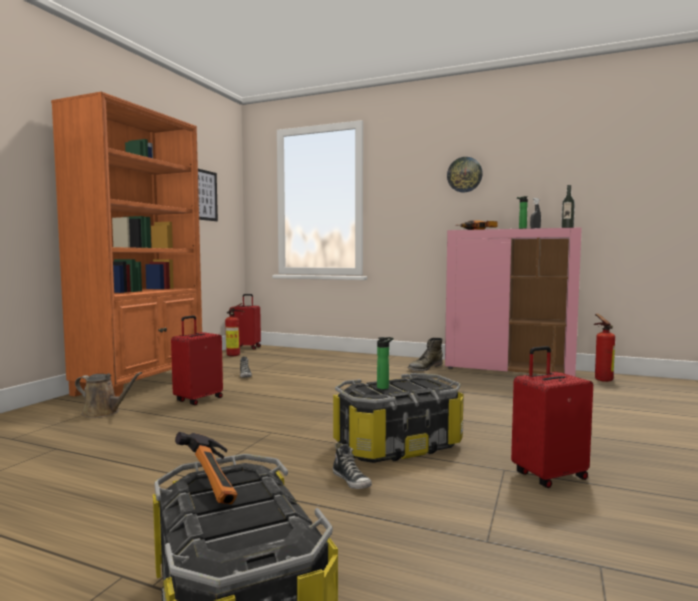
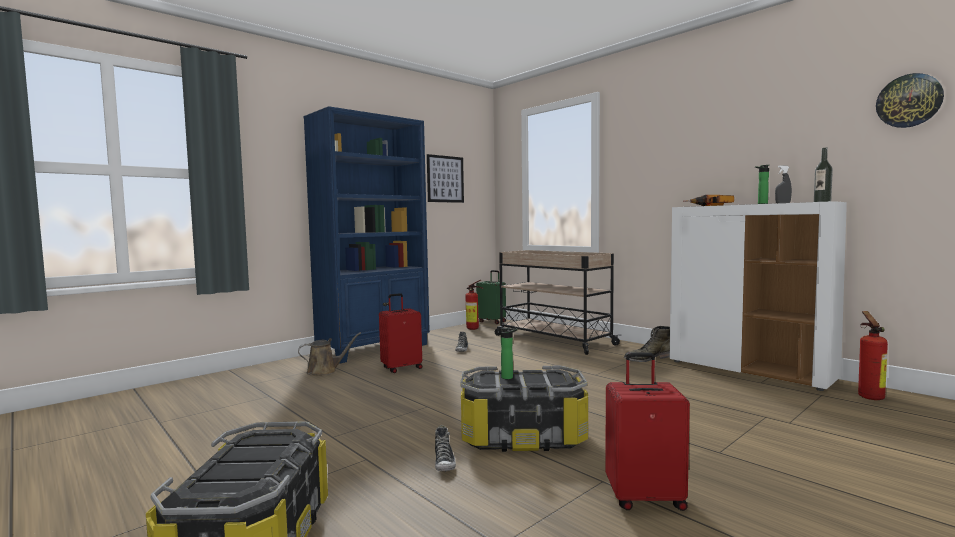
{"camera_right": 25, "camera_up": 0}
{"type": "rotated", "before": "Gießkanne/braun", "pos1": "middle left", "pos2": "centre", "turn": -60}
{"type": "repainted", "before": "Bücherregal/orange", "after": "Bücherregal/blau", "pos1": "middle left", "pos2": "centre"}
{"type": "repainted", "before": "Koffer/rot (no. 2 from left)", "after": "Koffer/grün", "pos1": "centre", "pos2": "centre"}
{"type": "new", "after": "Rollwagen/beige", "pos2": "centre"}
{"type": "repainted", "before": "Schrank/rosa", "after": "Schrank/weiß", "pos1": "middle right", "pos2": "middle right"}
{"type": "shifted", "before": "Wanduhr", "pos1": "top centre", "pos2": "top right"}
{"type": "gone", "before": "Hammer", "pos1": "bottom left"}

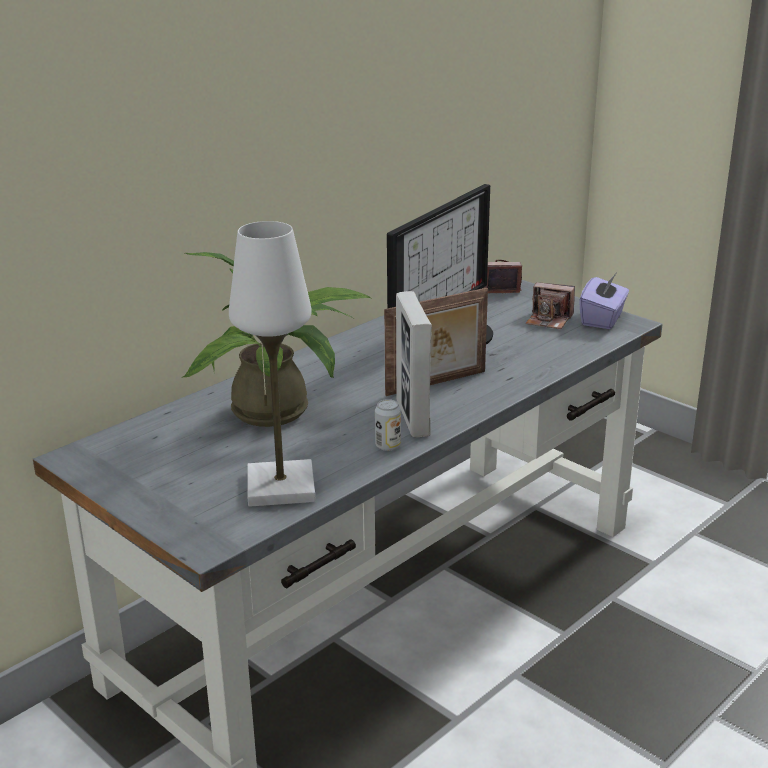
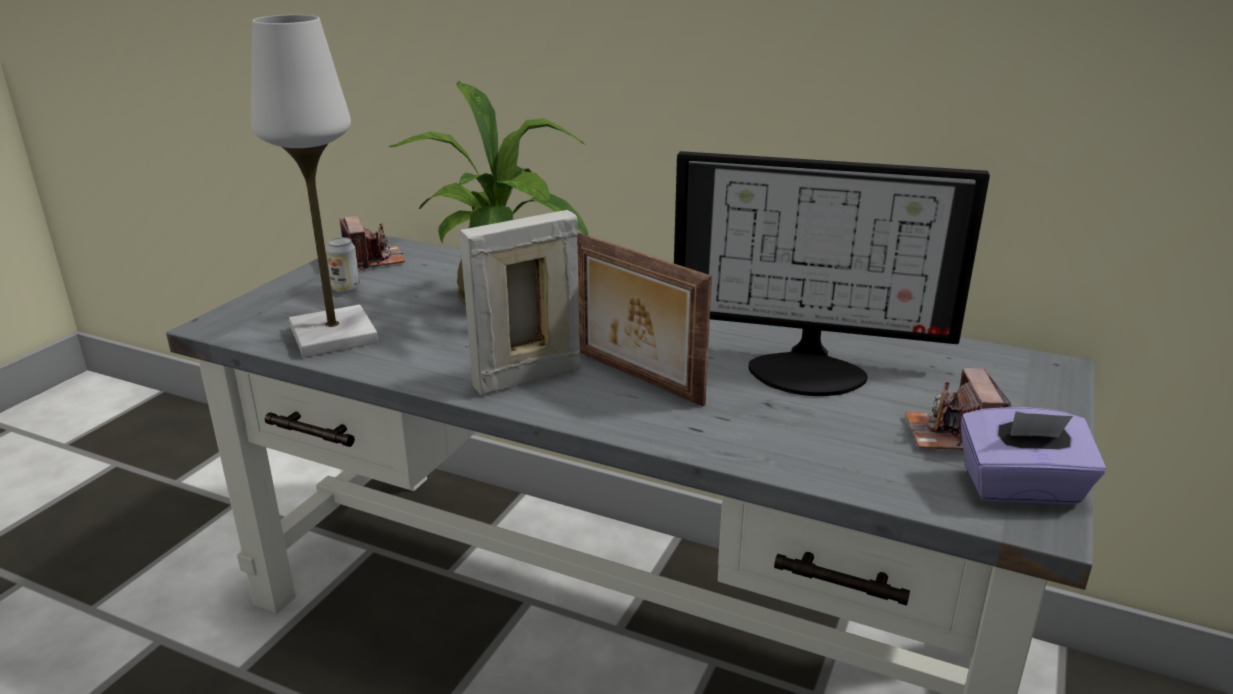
{"camera_right": 70, "camera_up": 0}
{"type": "shifted", "before": "Dose", "pos1": "centre", "pos2": "middle left"}
{"type": "shifted", "before": "Kamera (no. 1 from left)", "pos1": "centre", "pos2": "middle left"}

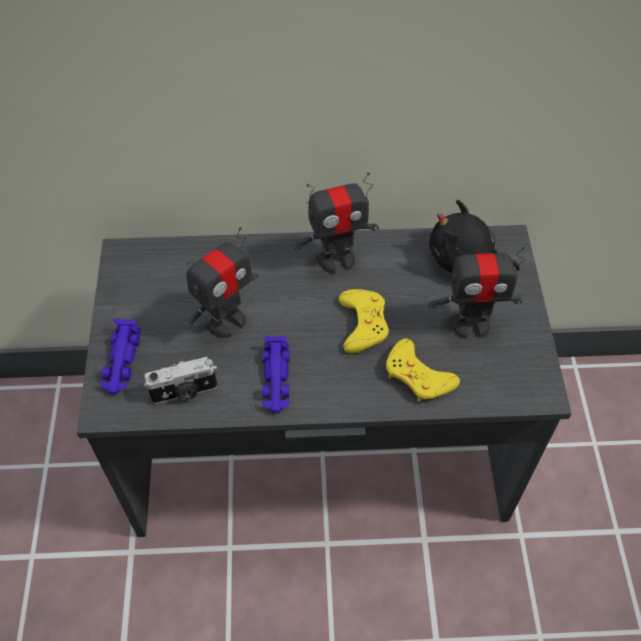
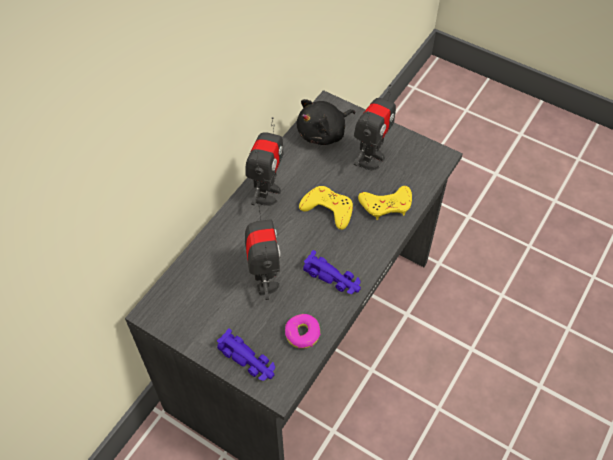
{"camera_right": -55, "camera_up": 0}
{"type": "swapped", "before": "Kamera", "after": "Donut", "pos1": "middle left", "pos2": "bottom centre"}

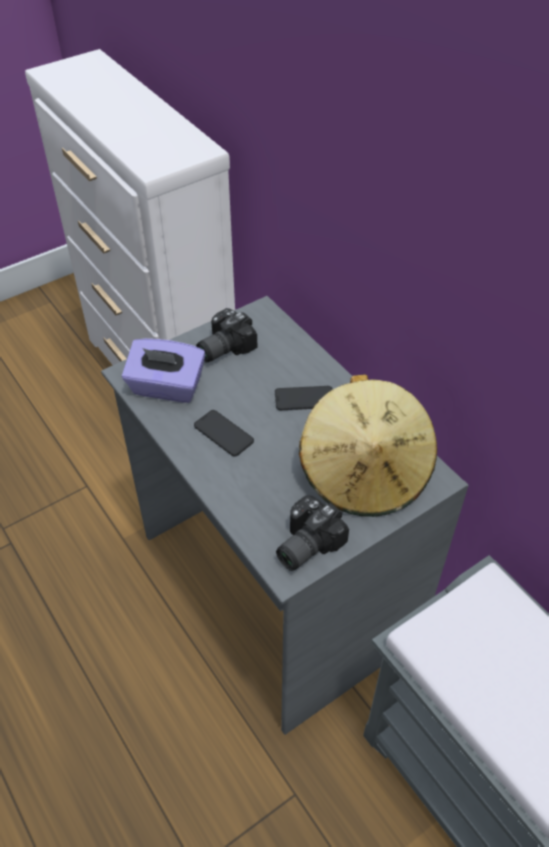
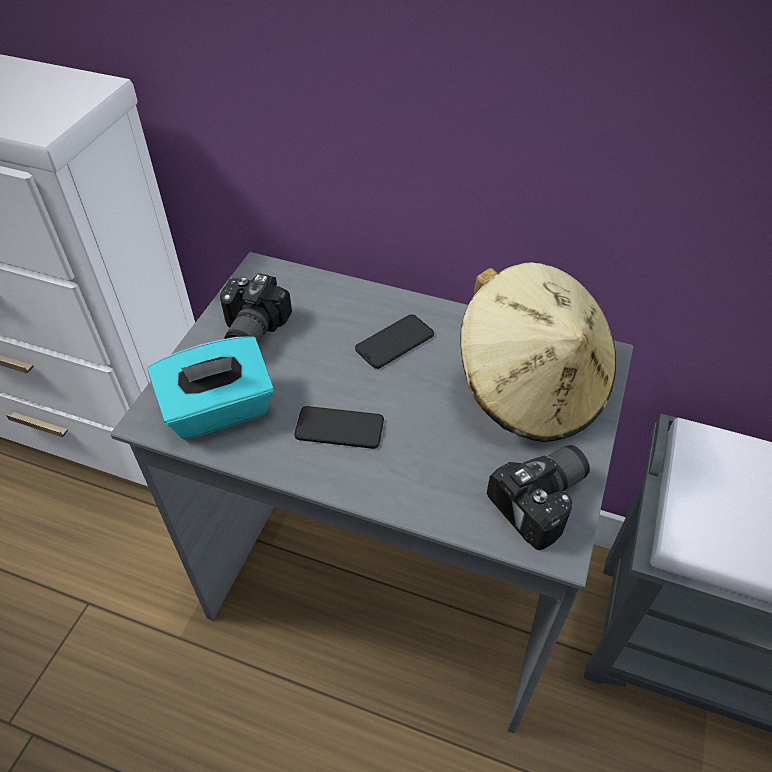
{"camera_right": -35, "camera_up": 0}
{"type": "repainted", "before": "Taschentuchbox/lila", "after": "Taschentuchbox/türkis", "pos1": "middle left", "pos2": "middle left"}
{"type": "rotated", "before": "Kamera (no. 2 from left)", "pos1": "centre", "pos2": "middle right", "turn": -135}

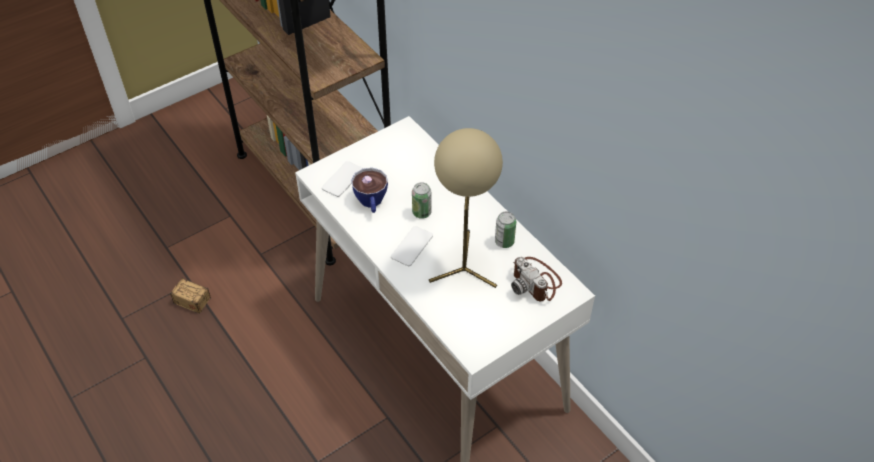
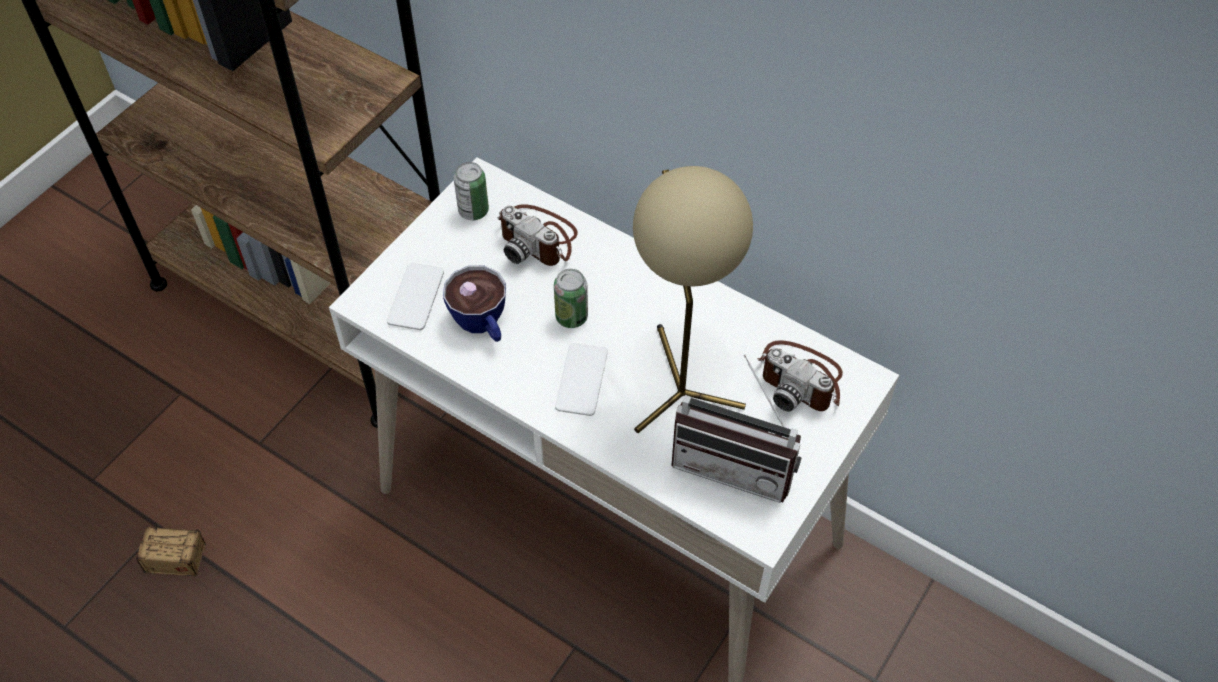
{"camera_right": -20, "camera_up": 5}
{"type": "shifted", "before": "Dose (no. 2 from left in the first image)", "after": "Dose (no. 1 from left)", "pos1": "centre", "pos2": "top centre"}
{"type": "new", "after": "Kamera (no. 1 from left)", "pos2": "centre"}
{"type": "new", "after": "Radio", "pos2": "centre"}

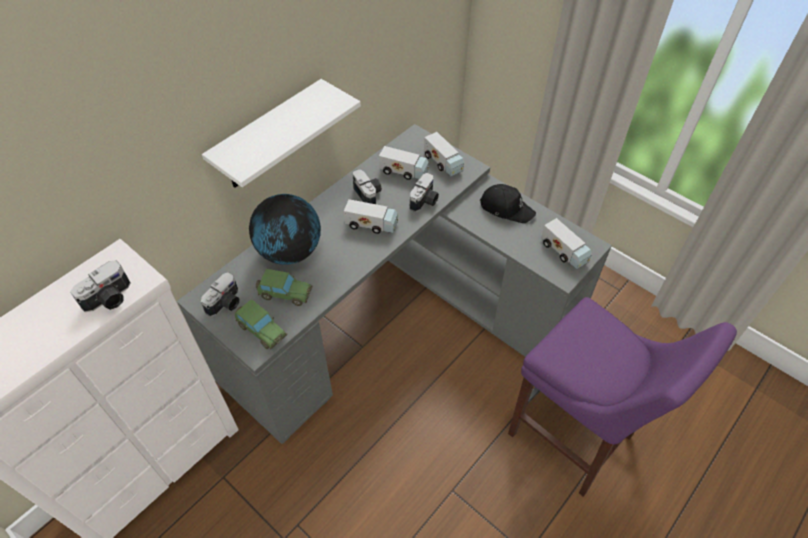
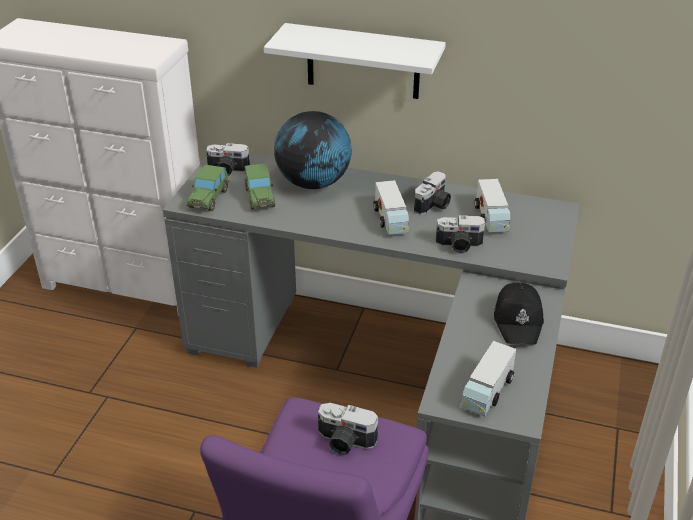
{"camera_right": 65, "camera_up": -15}
{"type": "shifted", "before": "Kamera (no. 1 from left in the first image)", "after": "Kamera (no. 2 from left)", "pos1": "middle left", "pos2": "bottom centre"}
{"type": "gone", "before": "Spielzeuglaster (no. 3 from left)", "pos1": "top centre"}

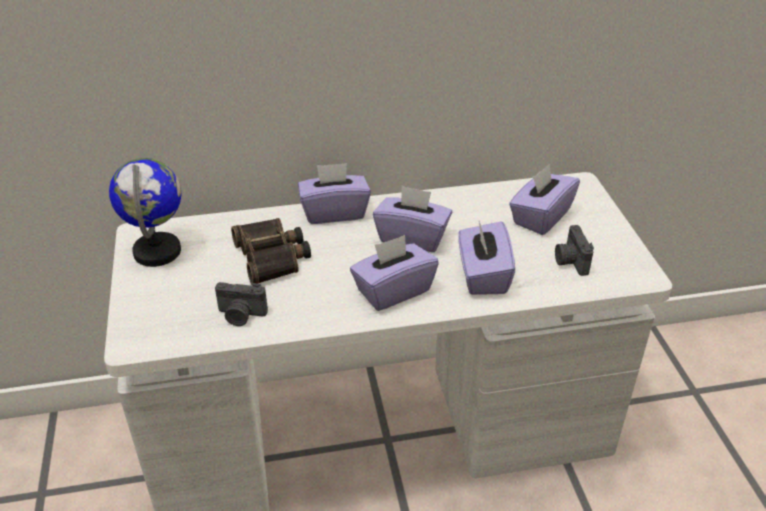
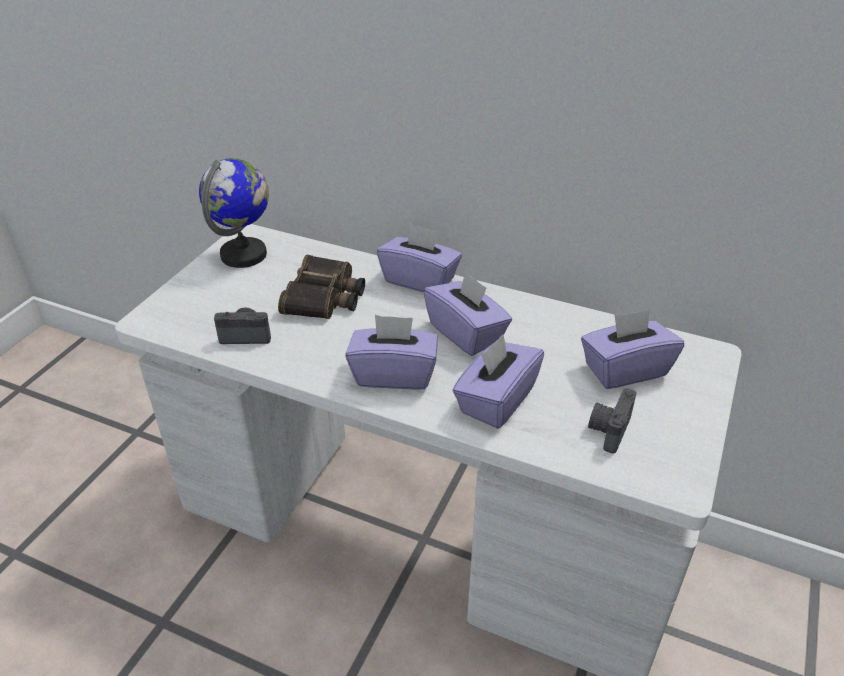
{"camera_right": 35, "camera_up": 0}
{"type": "rotated", "before": "Kamera (no. 1 from left)", "pos1": "middle left", "pos2": "middle left", "turn": 135}

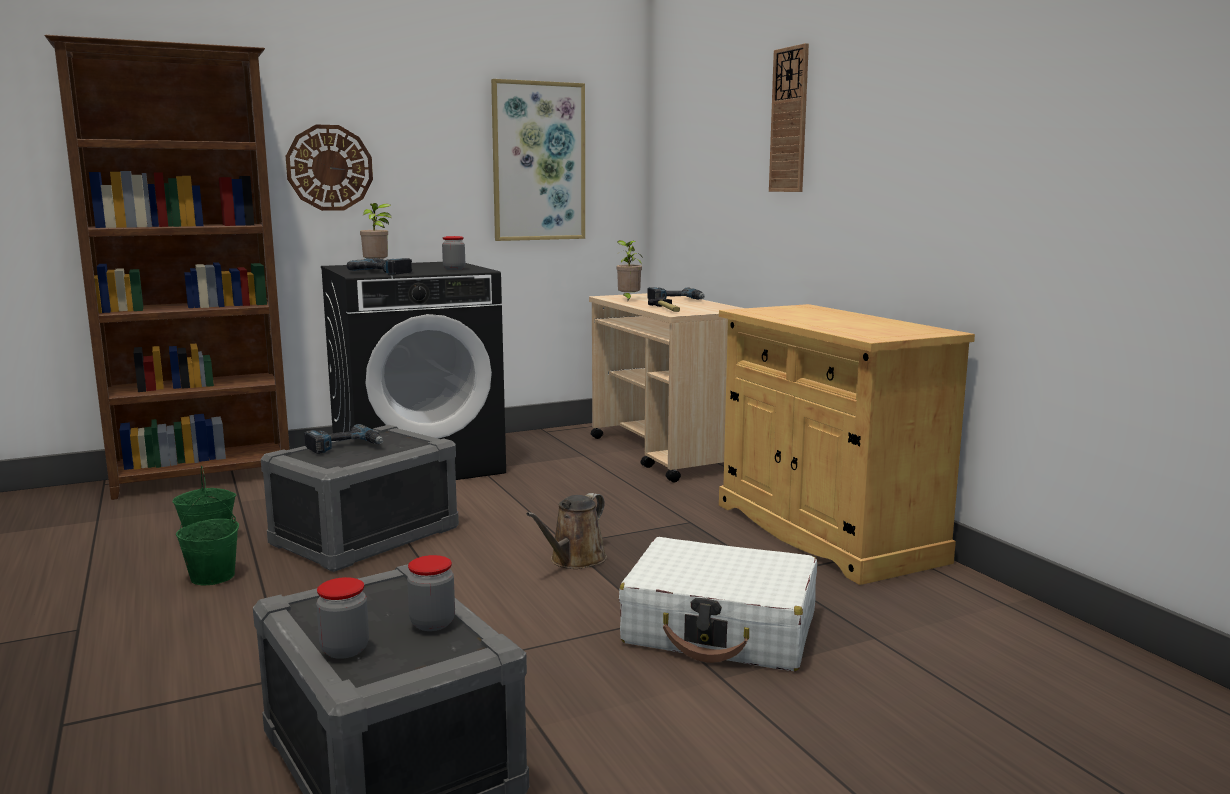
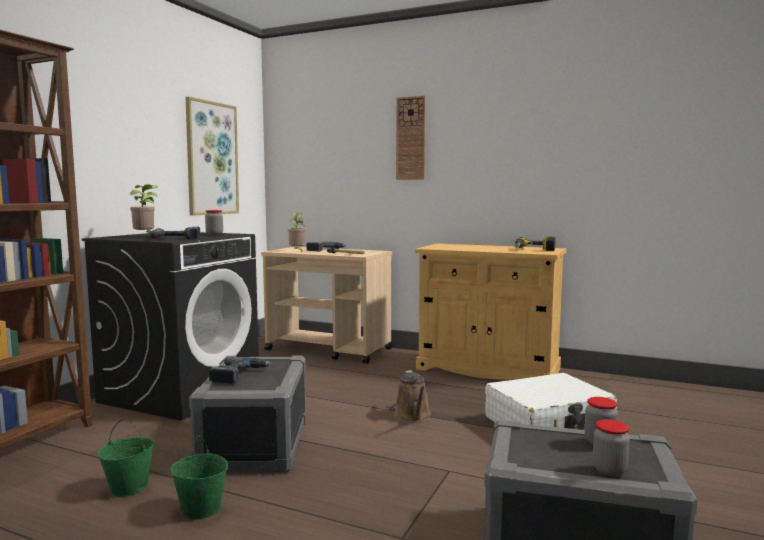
{"camera_right": -40, "camera_up": -5}
{"type": "new", "after": "Bohrmaschine (no. 4 from left)", "pos2": "middle right"}
{"type": "gone", "before": "Wanduhr (no. 1 from left)", "pos1": "top left"}

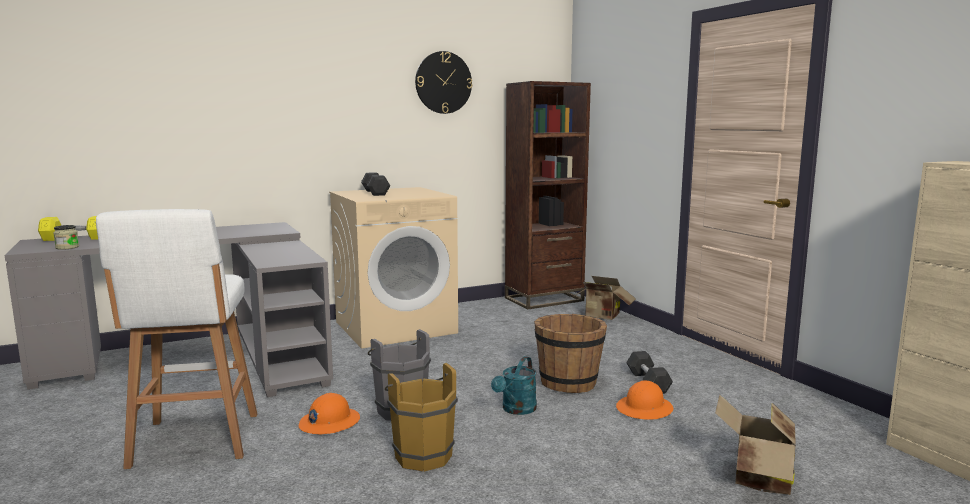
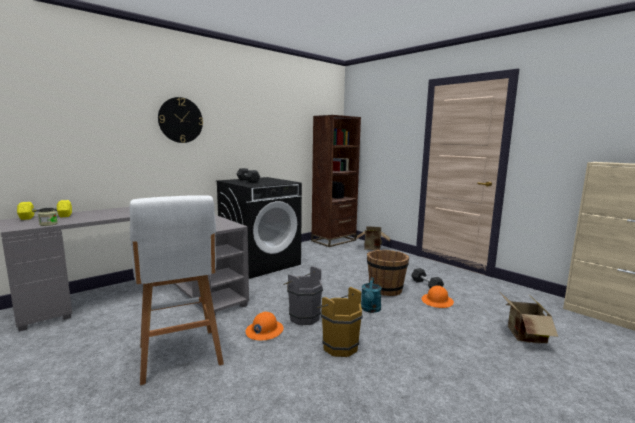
{"camera_right": -15, "camera_up": 0}
{"type": "shifted", "before": "Wanduhr", "pos1": "top centre", "pos2": "top left"}
{"type": "repainted", "before": "Waschmaschine/beige", "after": "Waschmaschine/schwarz", "pos1": "centre", "pos2": "centre"}

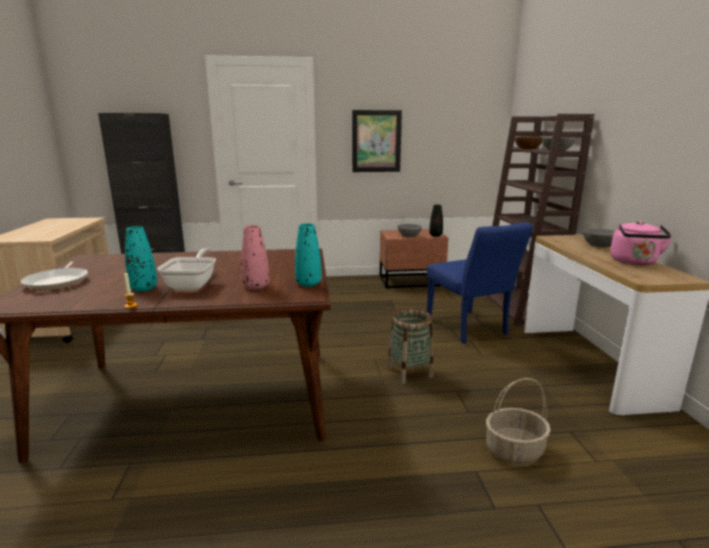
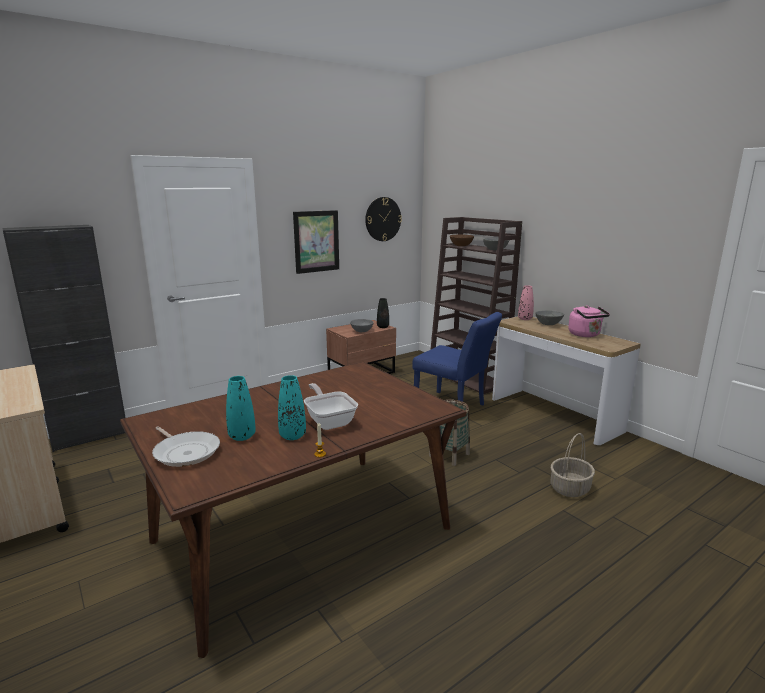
{"camera_right": -30, "camera_up": 0}
{"type": "shifted", "before": "Vase/türkis (no. 2 from left in the first image)", "after": "Vase/türkis (no. 1 from left)", "pos1": "centre", "pos2": "middle left"}
{"type": "new", "after": "Wanduhr", "pos2": "top centre"}
{"type": "shifted", "before": "Vase/rosa", "pos1": "centre", "pos2": "middle right"}

